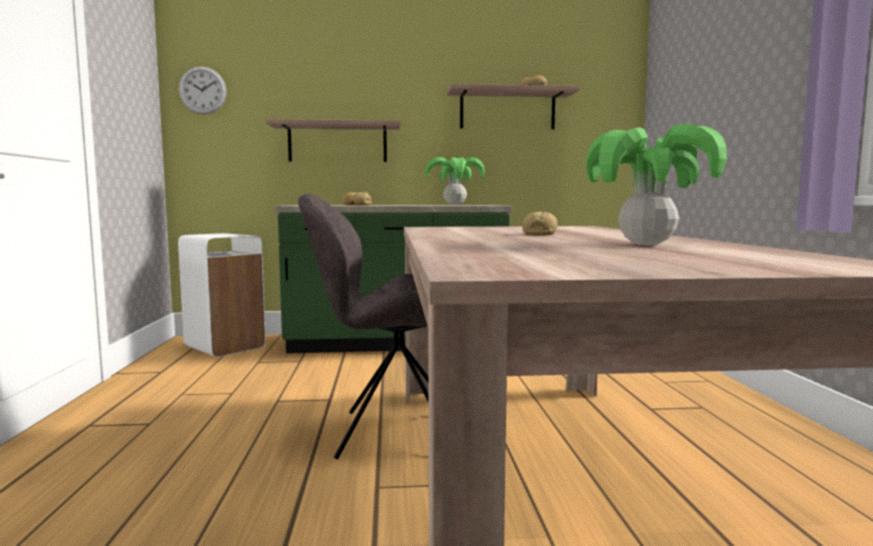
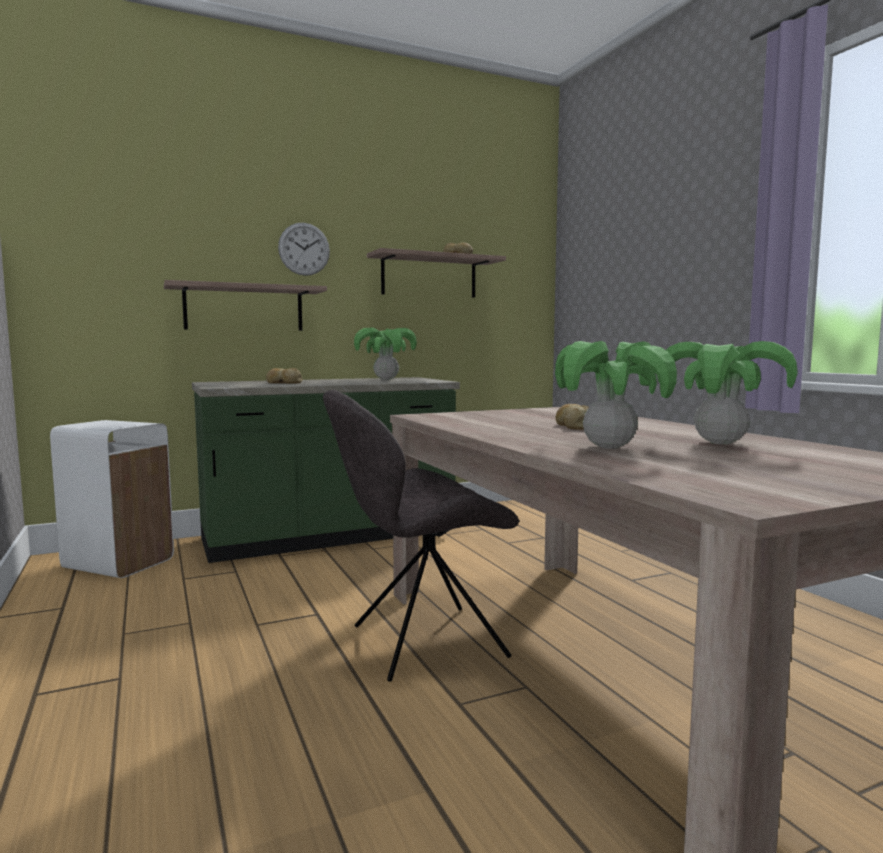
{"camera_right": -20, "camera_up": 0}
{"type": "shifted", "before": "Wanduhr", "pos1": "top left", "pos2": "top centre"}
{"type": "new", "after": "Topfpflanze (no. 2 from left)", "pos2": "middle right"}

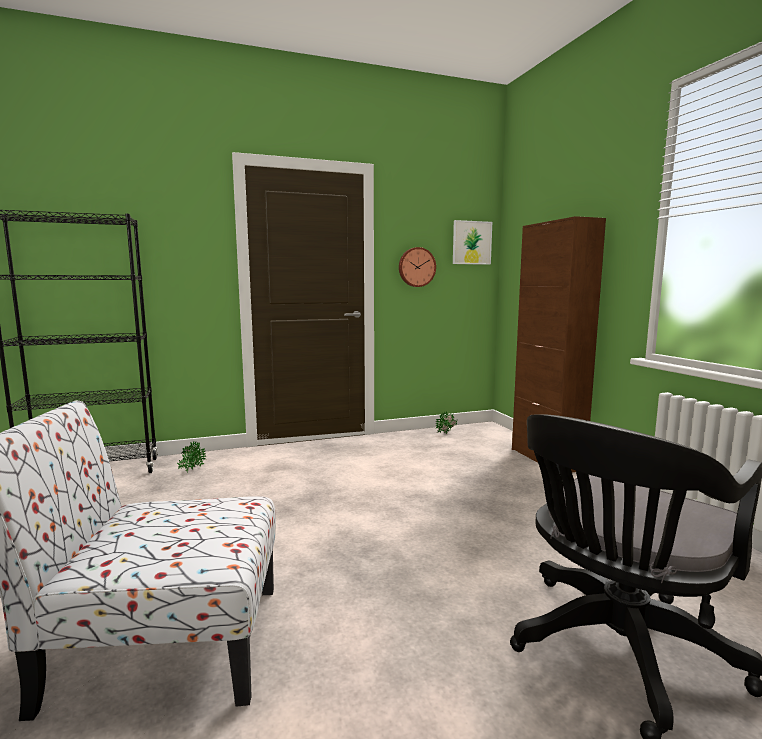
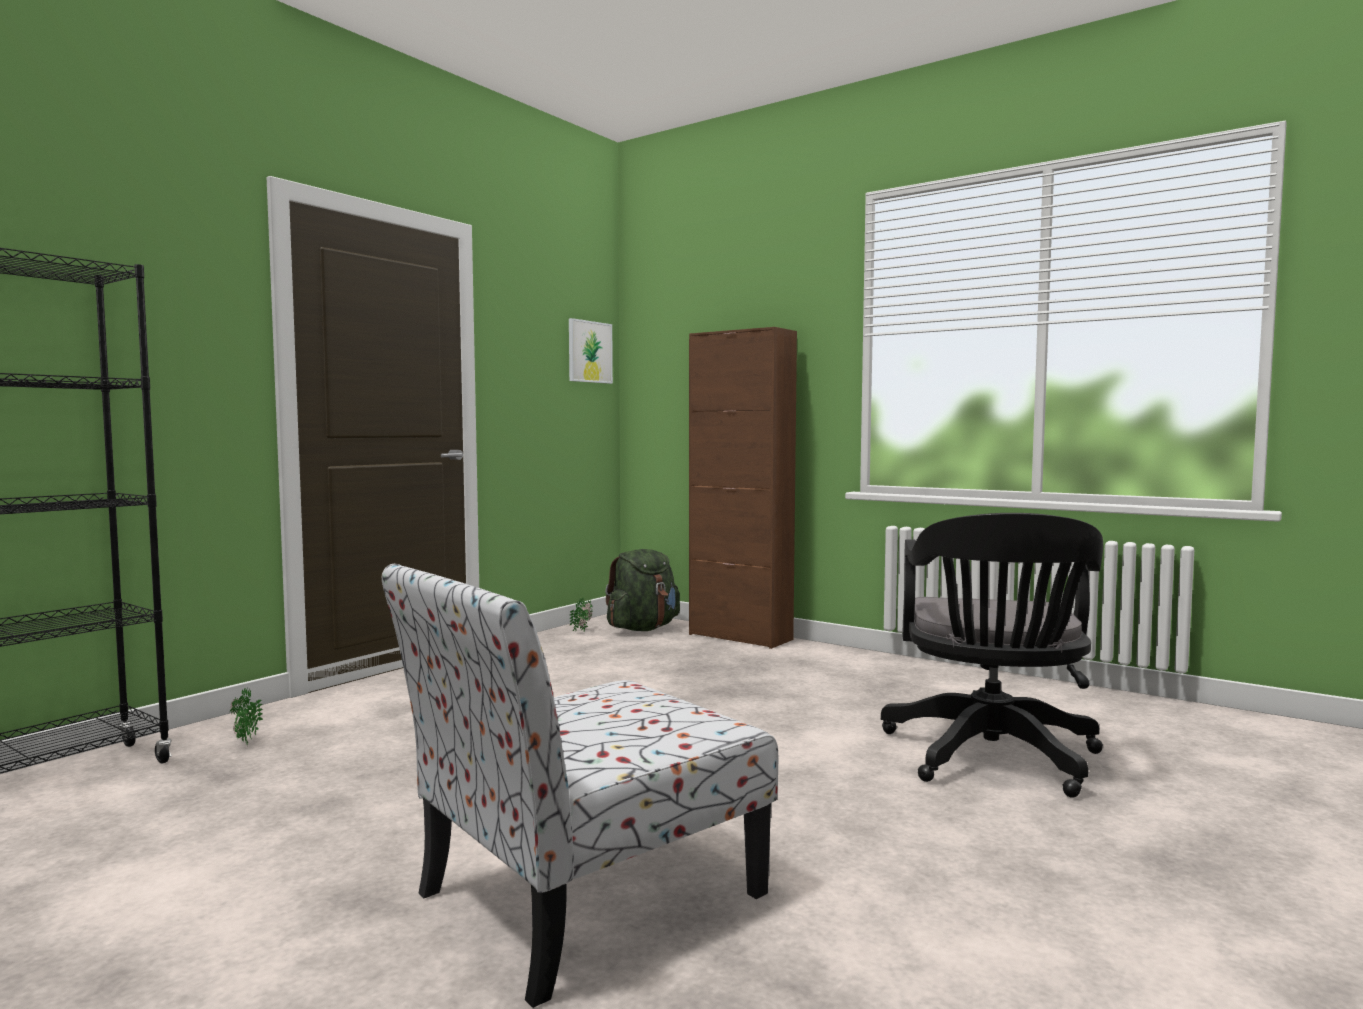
{"camera_right": -35, "camera_up": -5}
{"type": "new", "after": "Rucksack/grün", "pos2": "centre"}
{"type": "gone", "before": "Wanduhr", "pos1": "centre"}

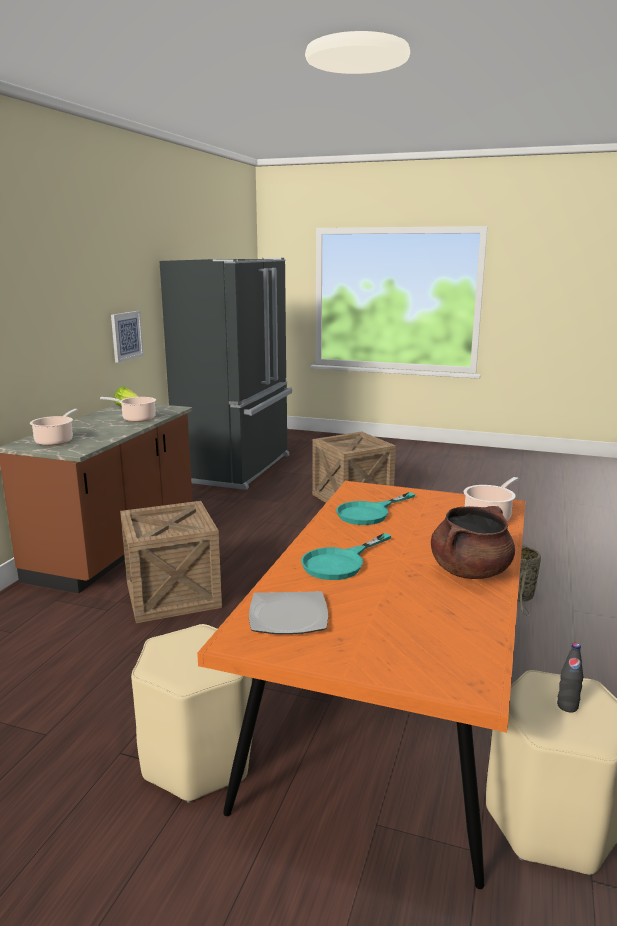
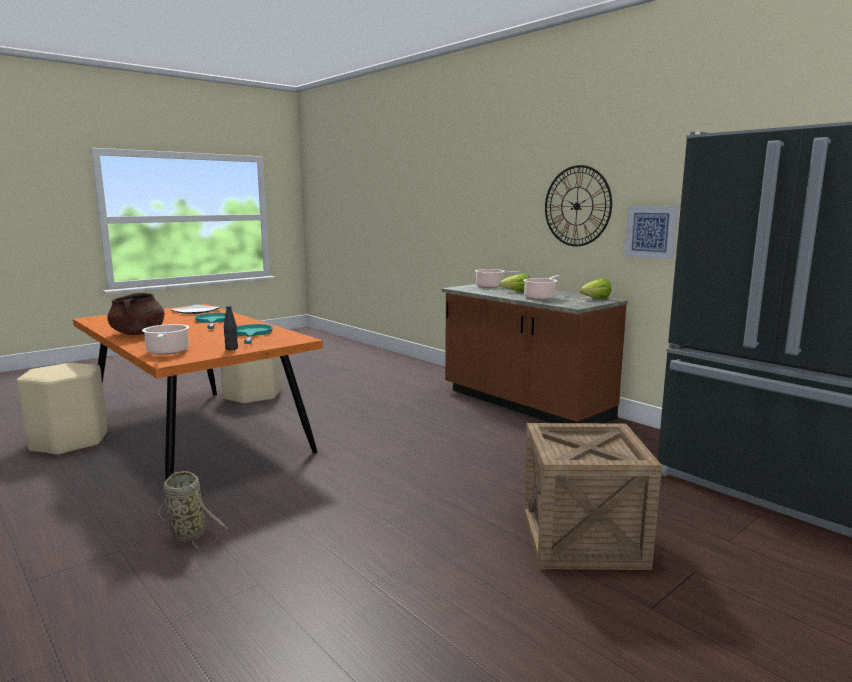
{"camera_right": 120, "camera_up": -5}
{"type": "shifted", "before": "Flasche/schwarz", "pos1": "bottom right", "pos2": "middle left"}
{"type": "new", "after": "Salatkopf (no. 1 from left)", "pos2": "centre"}
{"type": "new", "after": "Wanduhr", "pos2": "top right"}
{"type": "gone", "before": "Kiste (no. 1 from left)", "pos1": "middle left"}

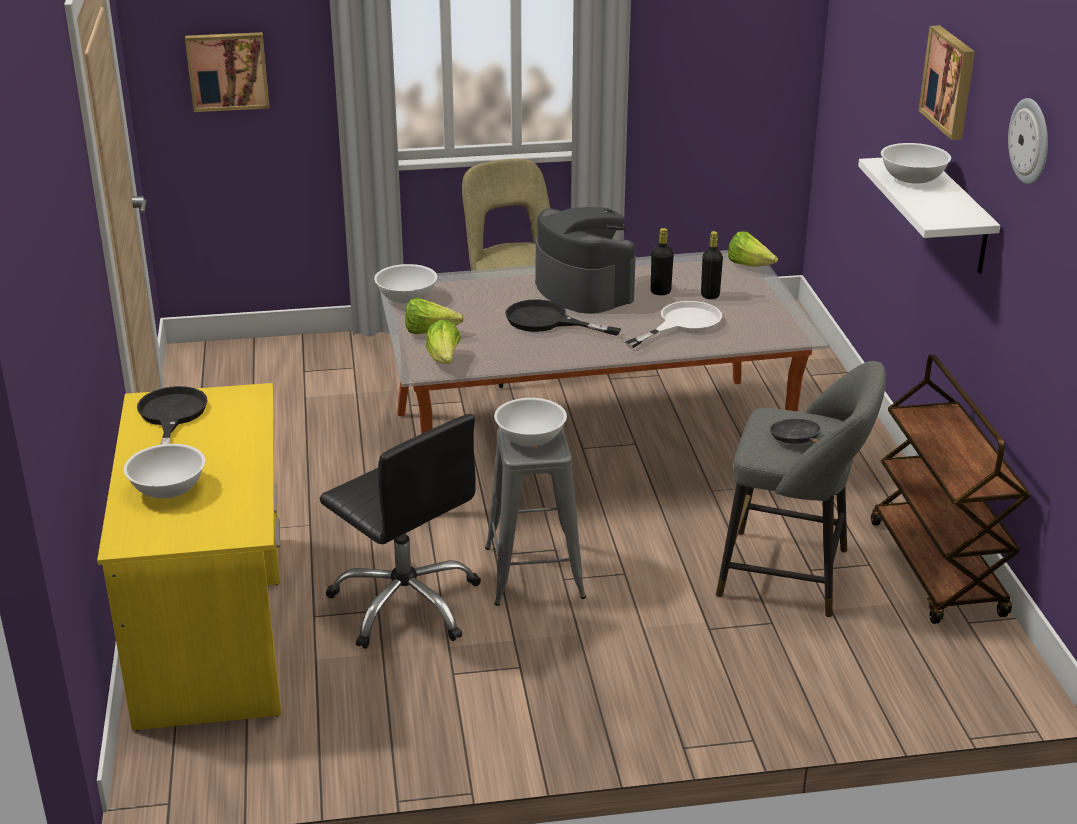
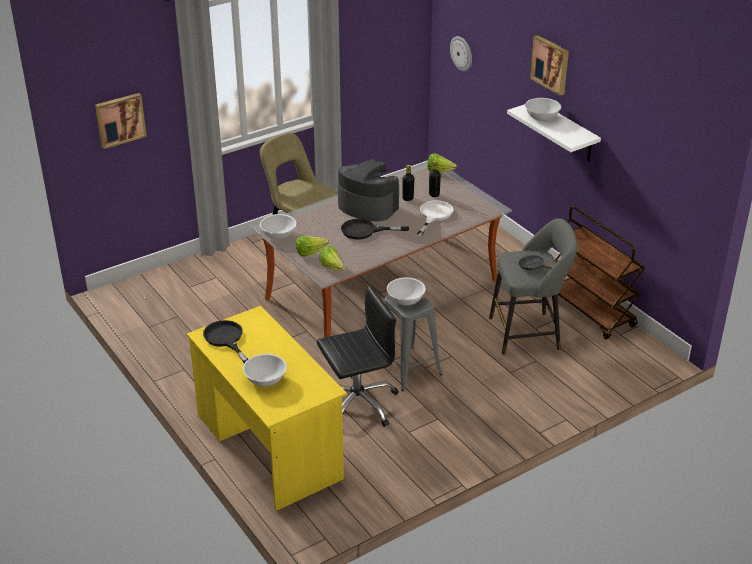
{"camera_right": -25, "camera_up": 5}
{"type": "rotated", "before": "Bürostuhl/schwarz", "pos1": "centre", "pos2": "centre", "turn": -45}
{"type": "shifted", "before": "Wanduhr", "pos1": "top right", "pos2": "top centre"}

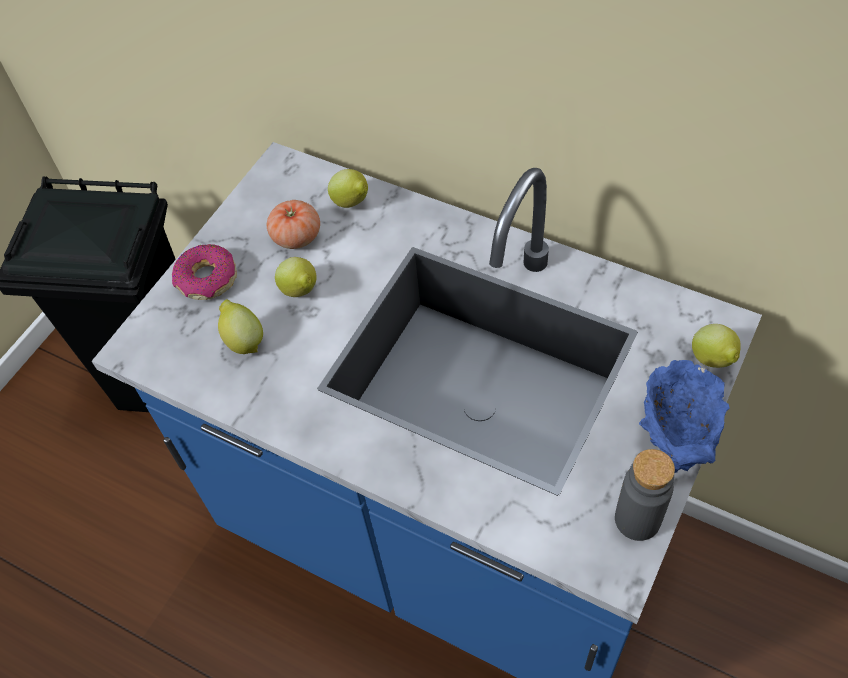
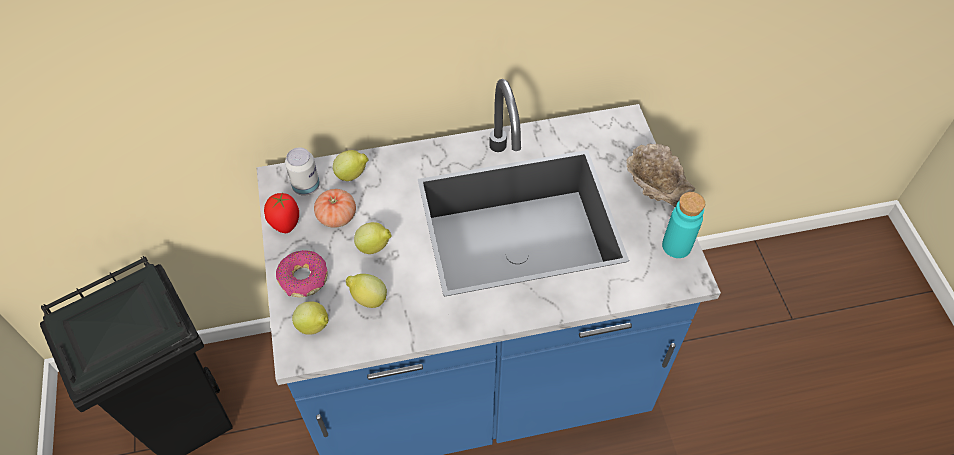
{"camera_right": -45, "camera_up": 0}
{"type": "new", "after": "Tomate (no. 1 from left)", "pos2": "middle left"}
{"type": "new", "after": "Dose", "pos2": "middle left"}
{"type": "shifted", "before": "Zitrone (no. 4 from left in the first image)", "after": "Zitrone (no. 1 from left)", "pos1": "middle right", "pos2": "bottom left"}
{"type": "repainted", "before": "Schüssel/blau", "after": "Schüssel/beige", "pos1": "middle right", "pos2": "middle right"}
{"type": "repainted", "before": "Flasche/grau", "after": "Flasche/türkis", "pos1": "bottom right", "pos2": "middle right"}

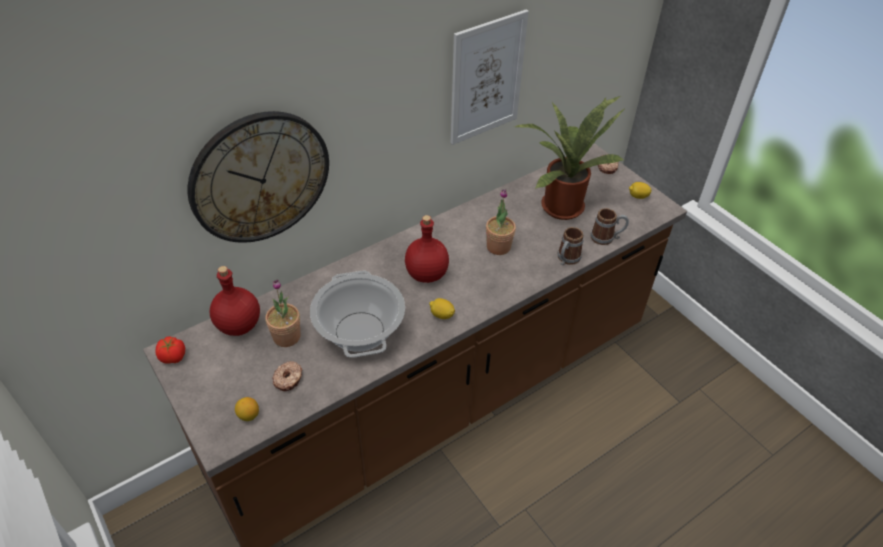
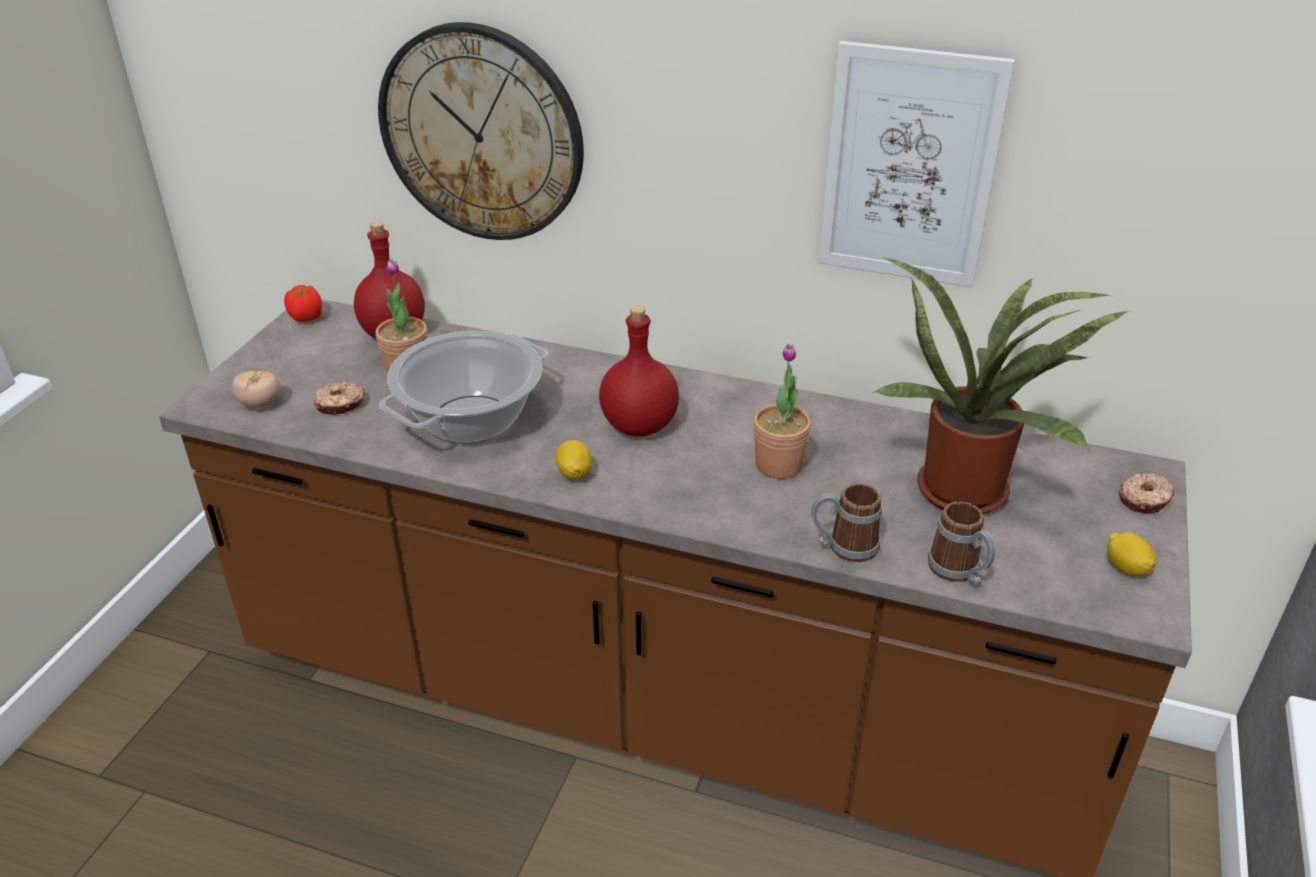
{"camera_right": 55, "camera_up": -10}
{"type": "swapped", "before": "Zitrone (no. 1 from left)", "after": "Tomate (no. 1 from left)", "pos1": "bottom left", "pos2": "middle left"}

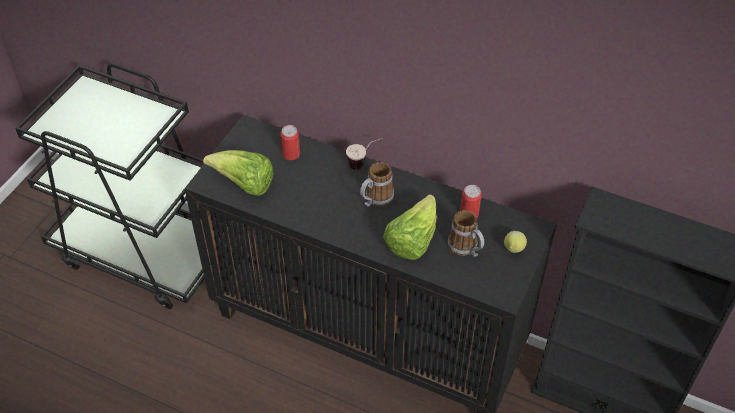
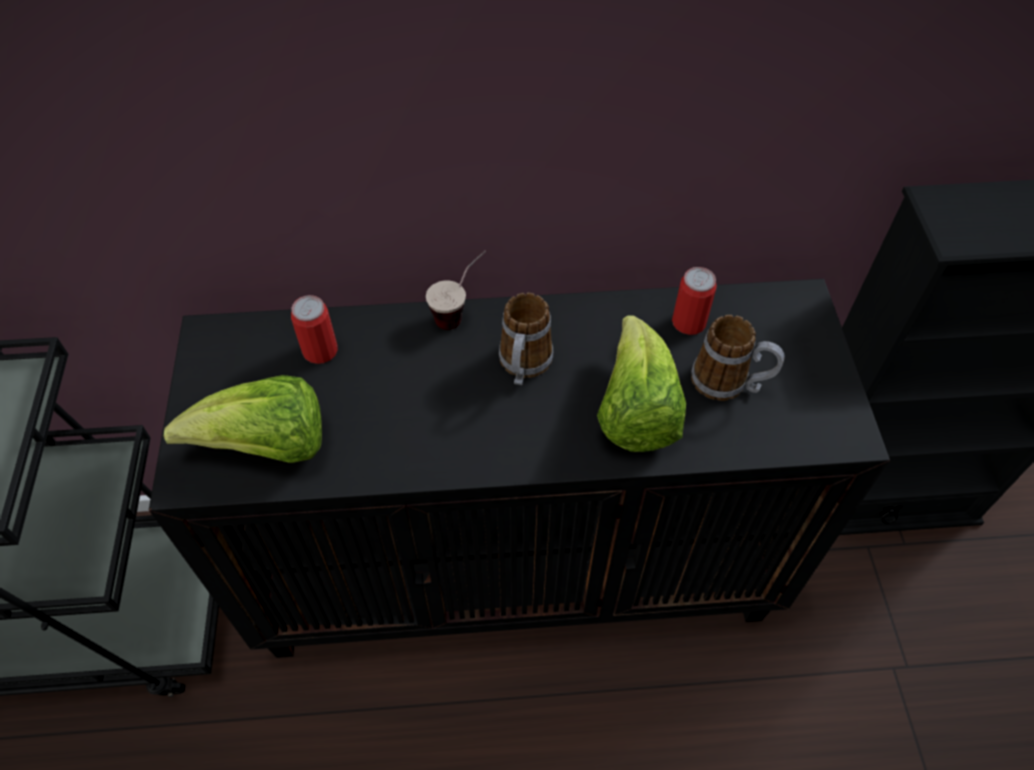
{"camera_right": -30, "camera_up": 5}
{"type": "gone", "before": "Zitrone", "pos1": "middle right"}

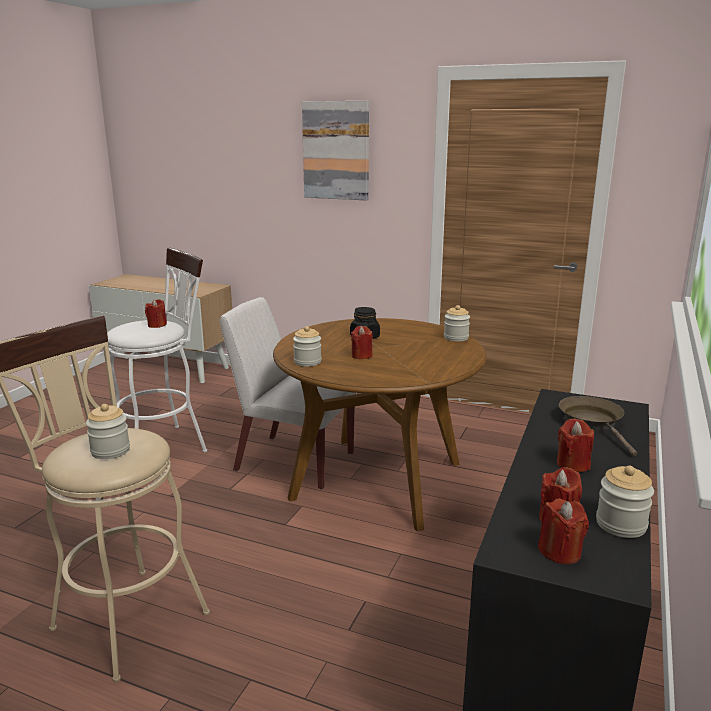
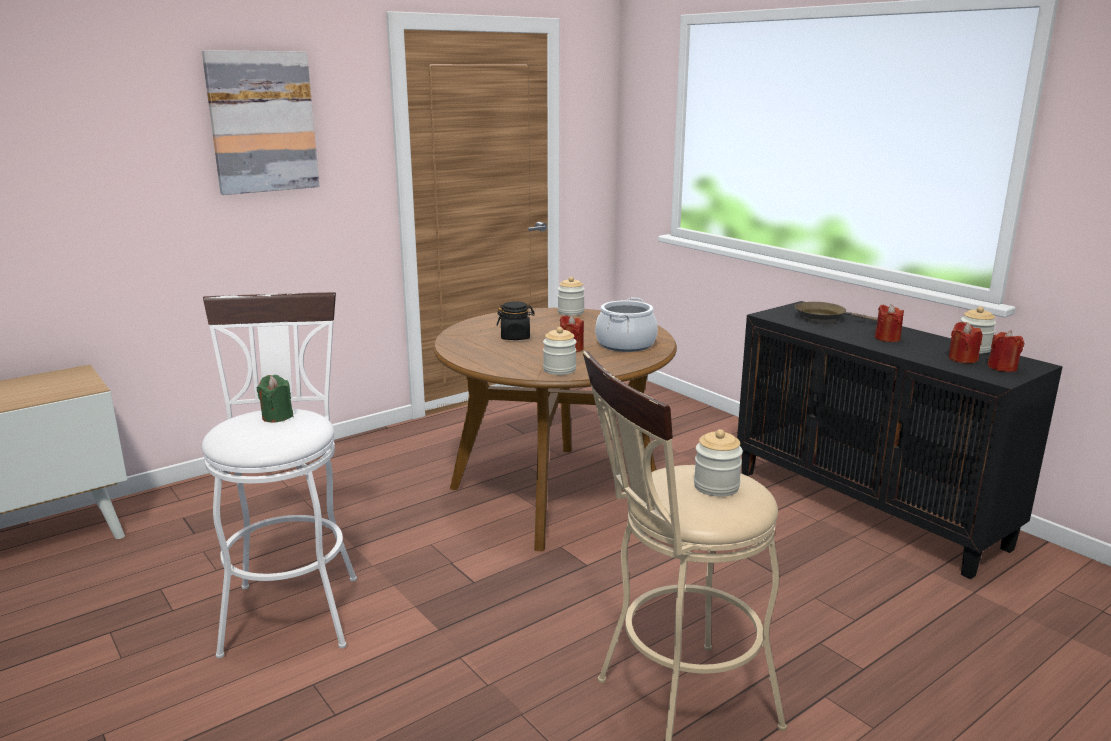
{"camera_right": -60, "camera_up": 0}
{"type": "repainted", "before": "Kerze/rot (no. 1 from left)", "after": "Kerze/grün", "pos1": "middle left", "pos2": "middle left"}
{"type": "new", "after": "Kochtopf", "pos2": "centre"}
{"type": "gone", "before": "Stuhl/weiß", "pos1": "centre"}

